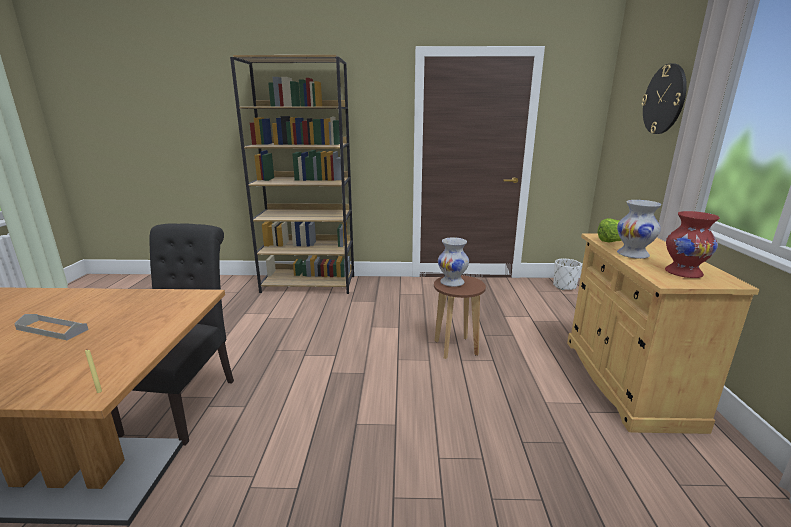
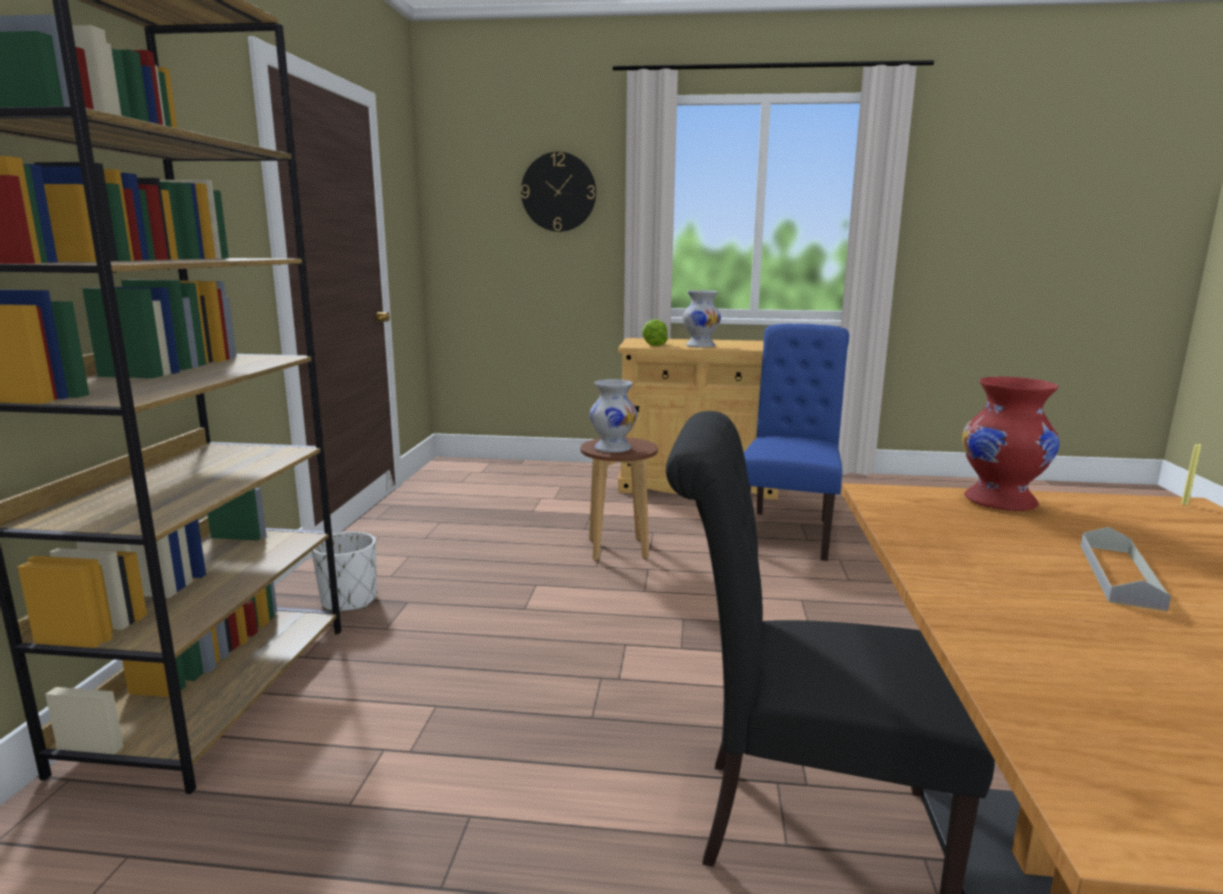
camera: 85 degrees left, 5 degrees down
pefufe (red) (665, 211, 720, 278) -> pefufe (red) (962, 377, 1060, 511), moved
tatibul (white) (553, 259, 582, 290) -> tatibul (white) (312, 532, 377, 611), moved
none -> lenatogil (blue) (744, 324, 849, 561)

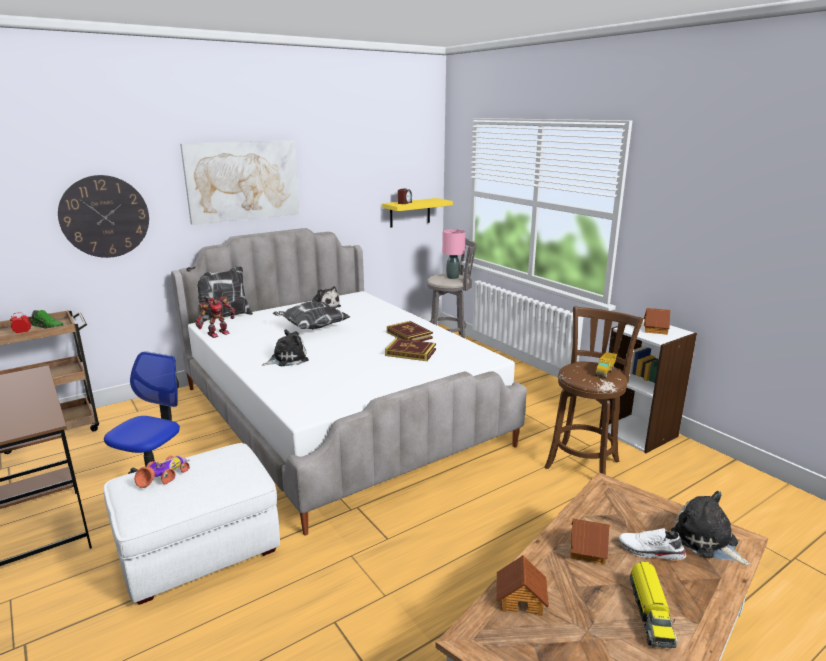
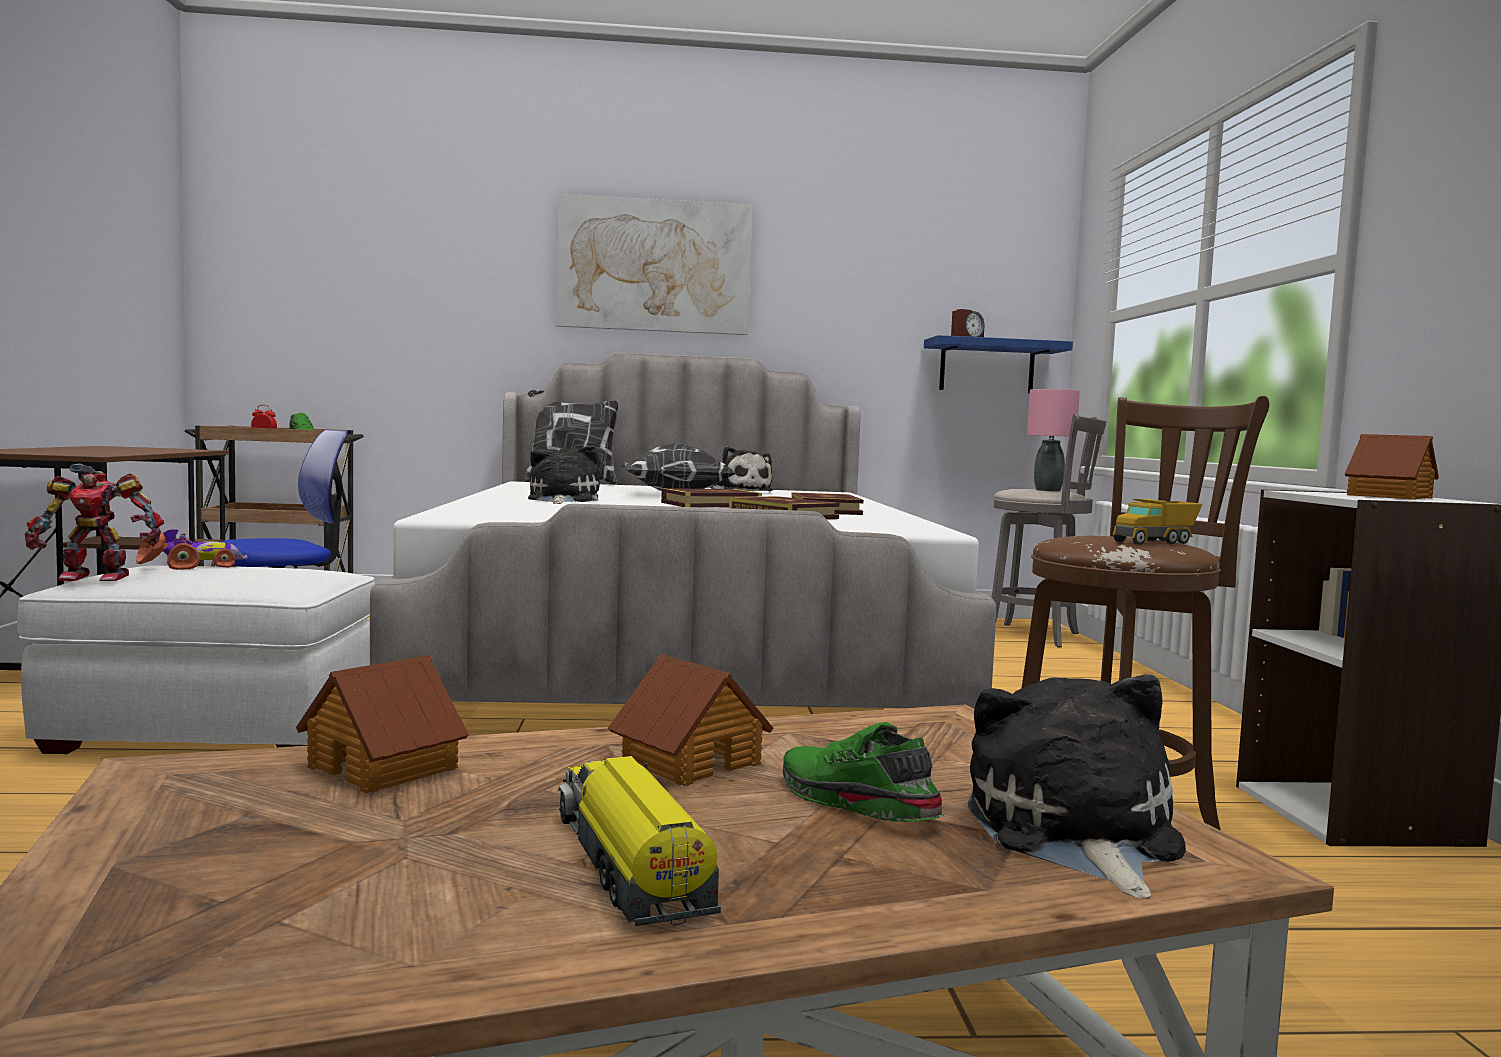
camera: 30 degrees right, 15 degrees down
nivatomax (58, 175, 149, 258) -> none
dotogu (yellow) (382, 198, 453, 228) -> dotogu (blue) (924, 335, 1073, 393)
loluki (195, 296, 236, 338) -> loluki (25, 463, 164, 581), moved
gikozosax (261, 329, 309, 366) -> gikozosax (528, 445, 600, 504), 90 degrees counterclockwise
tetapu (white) (619, 528, 686, 560) -> tetapu (green) (783, 722, 944, 822)
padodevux (630, 561, 678, 648) -> padodevux (558, 756, 721, 926), 120 degrees clockwise
none -> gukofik (661, 488, 762, 508)

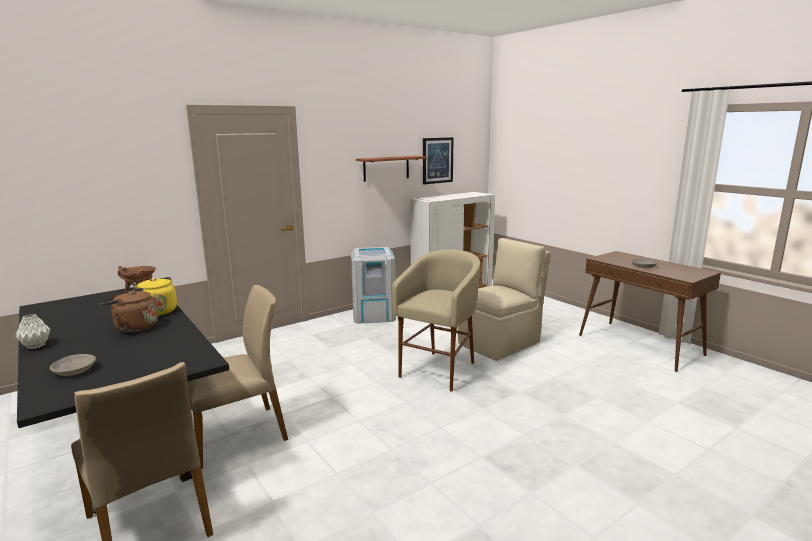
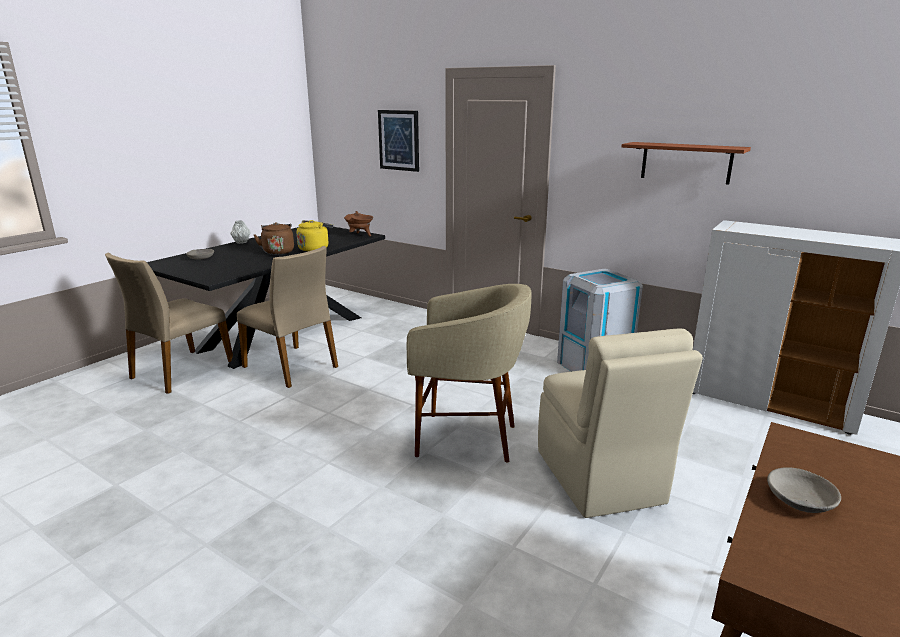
camera: 70 degrees right, 5 degrees up
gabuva (423, 137, 454, 184) -> gabuva (378, 110, 419, 172), moved
lenatogil (beige) (458, 238, 551, 361) -> lenatogil (beige) (538, 328, 703, 518), 45 degrees clockwise

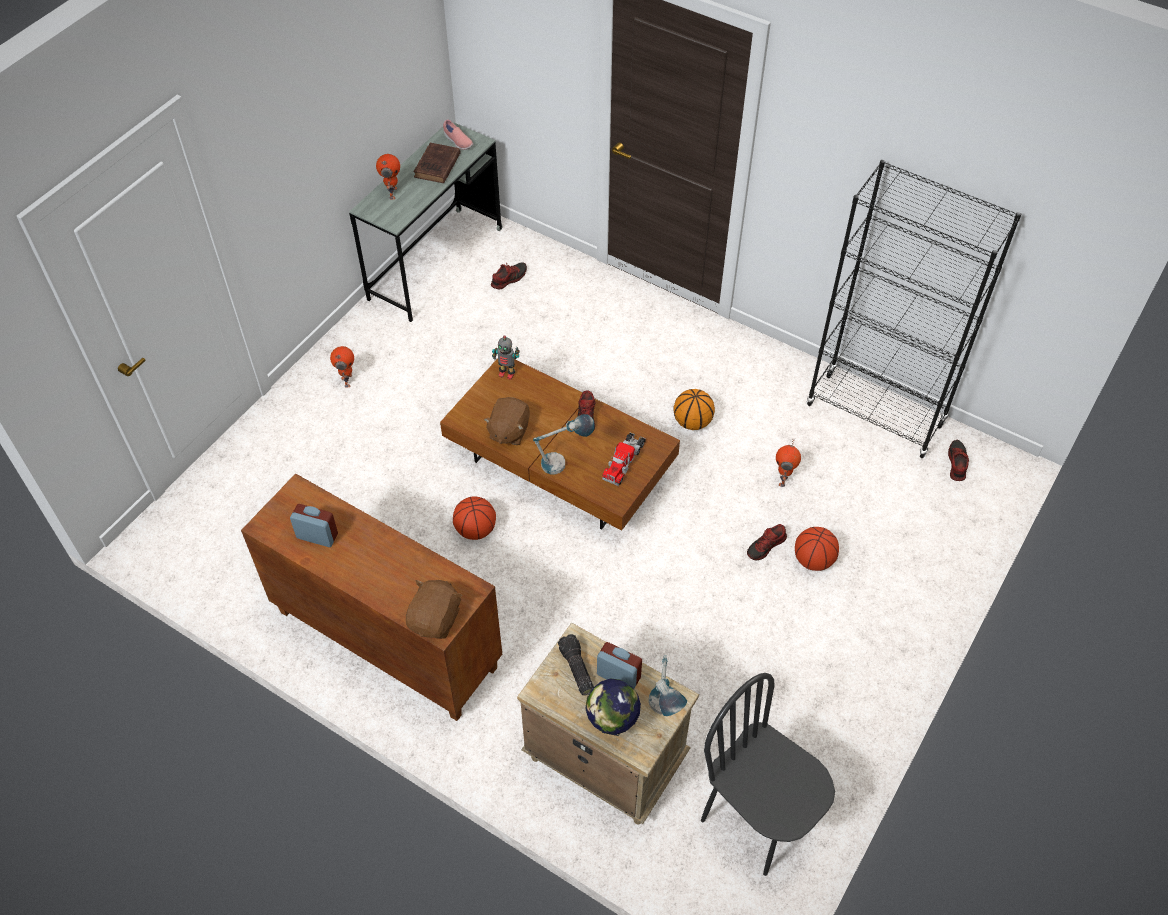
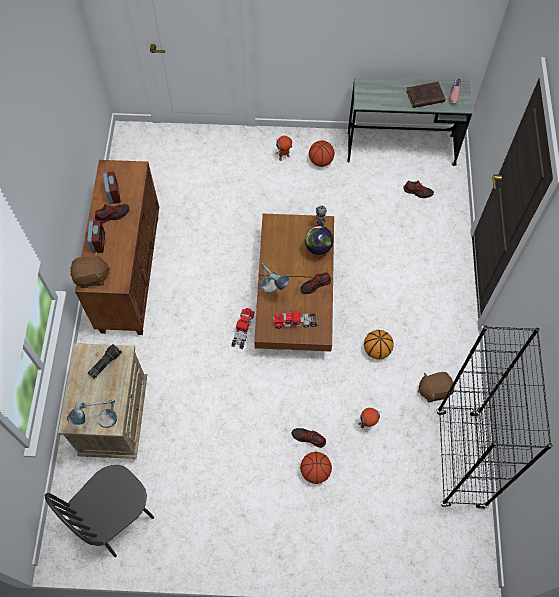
camera: 60 degrees right, 10 degrees up
loluki (376, 154, 400, 199) -> none
gikozosax (brown) (484, 397, 530, 445) -> gikozosax (brown) (418, 372, 454, 403), moved
tetapu (948, 440, 969, 481) -> tetapu (95, 203, 129, 223), moved
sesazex (453, 496, 496, 540) -> sesazex (309, 140, 335, 167), moved
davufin (597, 642, 642, 689) -> davufin (87, 221, 105, 253), moved
lenatogil (black) (701, 673, 835, 876) -> lenatogil (black) (45, 465, 154, 557), 150 degrees counterclockwise
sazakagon (586, 678, 641, 736) -> sazakagon (305, 226, 334, 258), moved
none -> padodevux (231, 308, 255, 349)

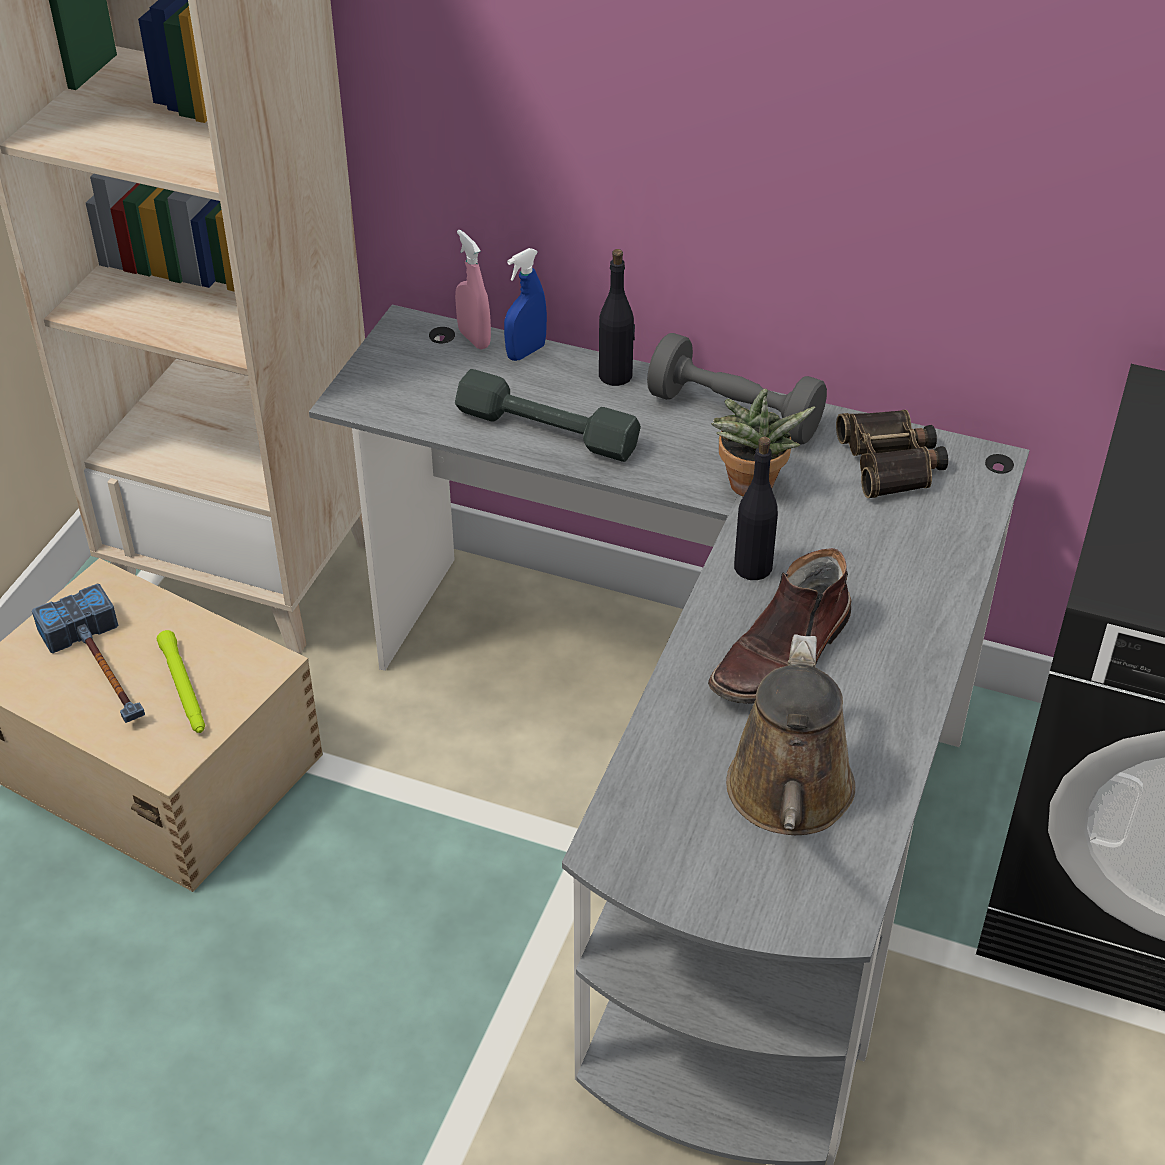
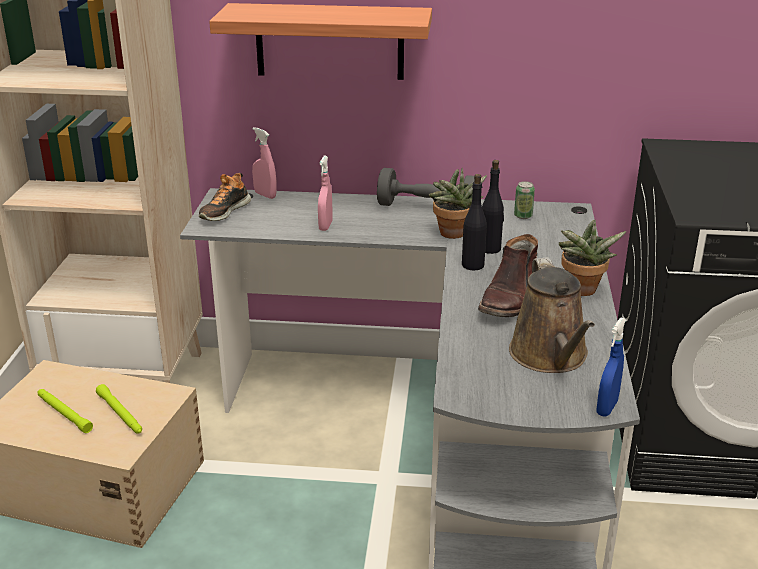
camera: 15 degrees left, 15 degrees down
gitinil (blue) (504, 248, 547, 361) -> gitinil (blue) (597, 317, 626, 417), moved
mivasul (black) (599, 249, 635, 386) -> mivasul (black) (482, 160, 504, 254), moved
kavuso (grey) (455, 369, 641, 462) -> gitinil (pink) (318, 156, 333, 231)
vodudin (836, 410, 948, 498) -> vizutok (514, 181, 535, 219)
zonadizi (32, 584, 145, 723) -> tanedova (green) (38, 389, 93, 433)
none -> dotogu (209, 3, 432, 80)
none -> tetapu (199, 173, 251, 221)
none -> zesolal (558, 220, 627, 296)

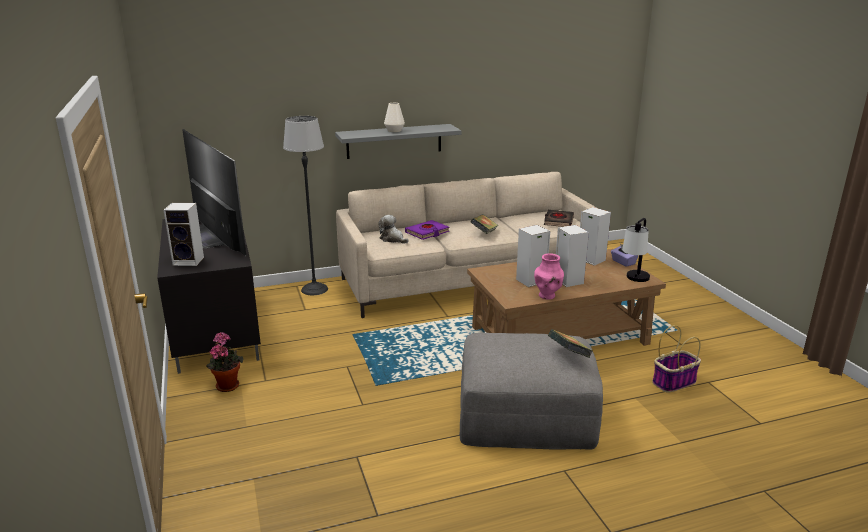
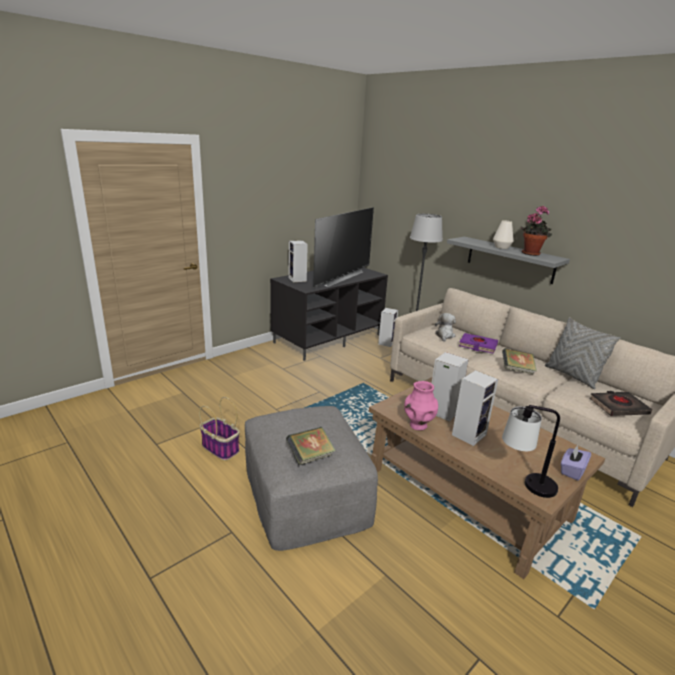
camera: 65 degrees right, 0 degrees up
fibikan (580, 207, 611, 266) -> fibikan (378, 308, 398, 347), moved
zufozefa (652, 325, 701, 393) -> zufozefa (199, 397, 240, 460), moved
zesolal (206, 332, 243, 392) -> zesolal (521, 206, 552, 256), moved
none -> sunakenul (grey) (545, 317, 621, 389)

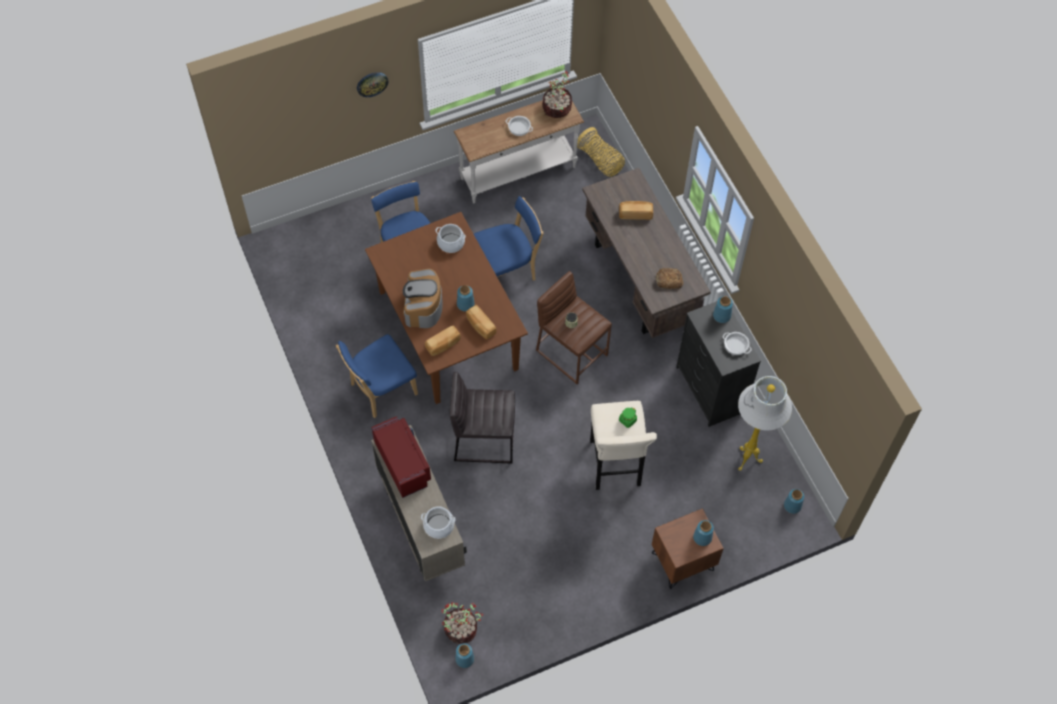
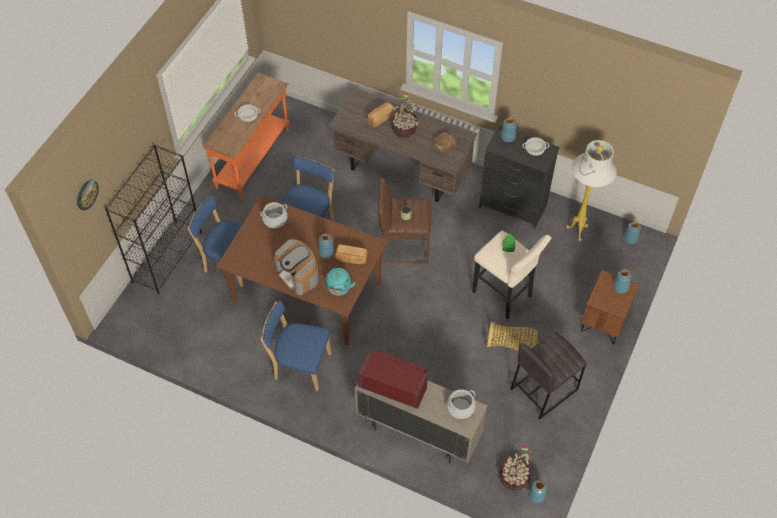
camera: 40 degrees left, 5 degrees down
zesolal (542, 71, 572, 118) -> zesolal (392, 92, 420, 138), moved
nivatomax (357, 72, 388, 97) -> nivatomax (77, 180, 99, 210), moved
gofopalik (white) (454, 100, 584, 204) -> gofopalik (orange) (203, 73, 289, 199)
zufozefa (577, 127, 625, 177) -> zufozefa (487, 321, 538, 350), moved
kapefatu (425, 326, 461, 356) -> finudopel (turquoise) (323, 268, 356, 296)
lenatogil (blue) (336, 334, 418, 418) -> lenatogil (blue) (261, 300, 331, 391), 90 degrees clockwise
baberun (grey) (449, 372, 515, 464) -> baberun (grey) (510, 331, 587, 420), moved
none -> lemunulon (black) (105, 144, 202, 294)

